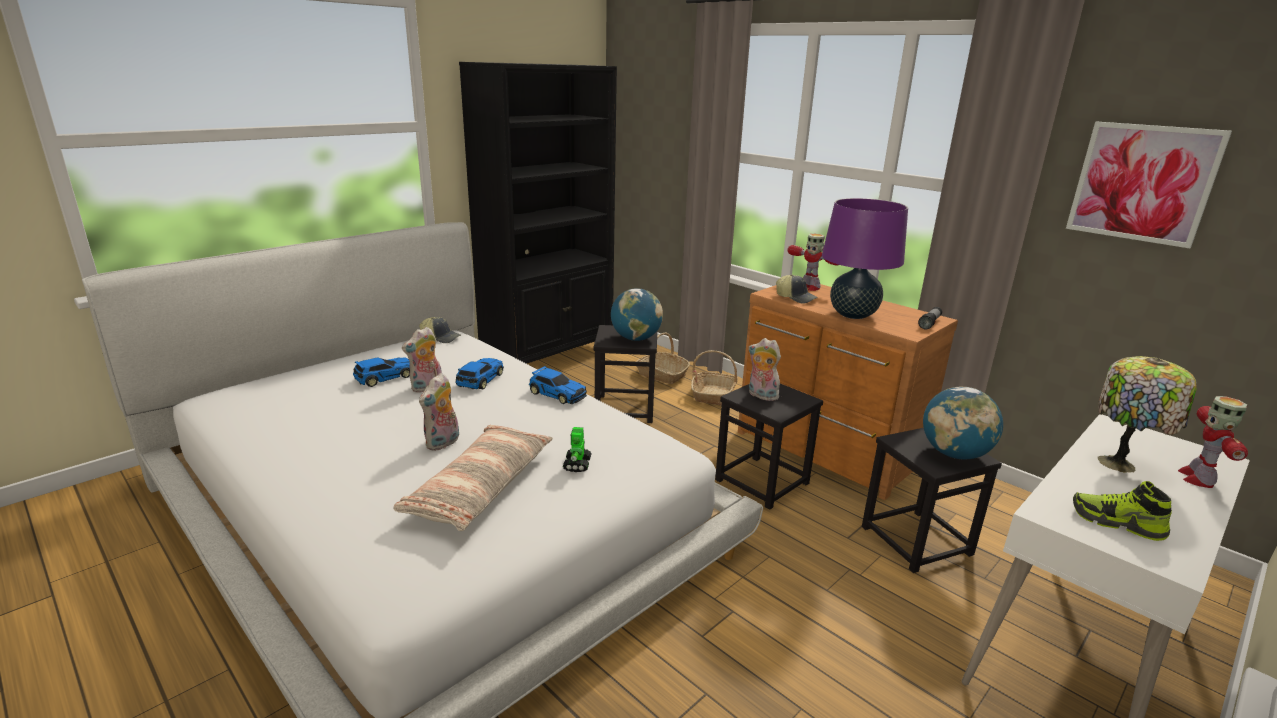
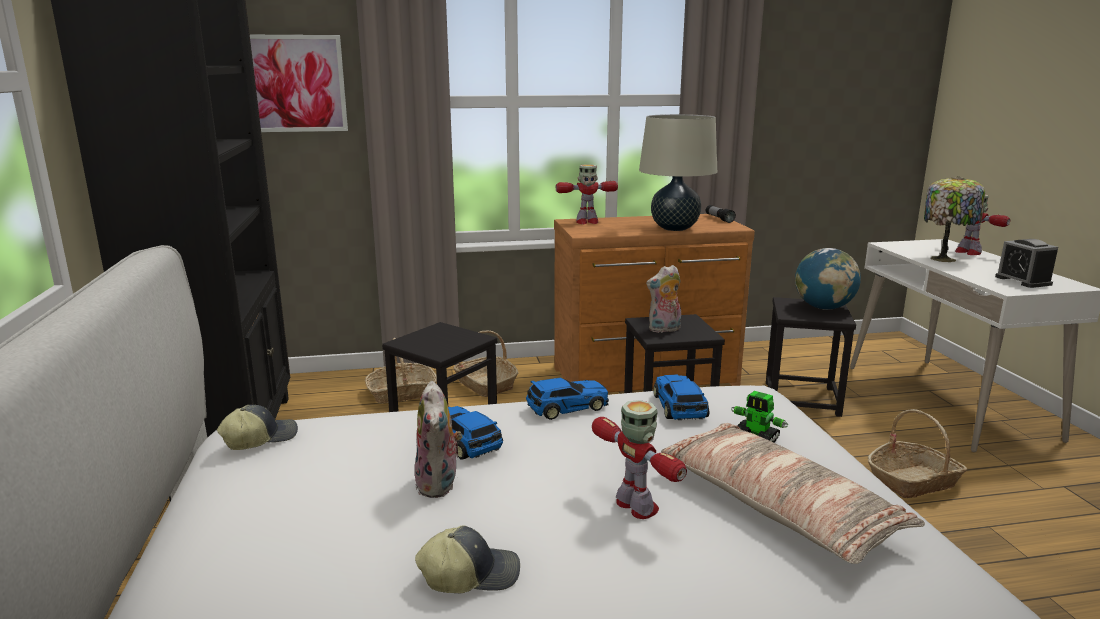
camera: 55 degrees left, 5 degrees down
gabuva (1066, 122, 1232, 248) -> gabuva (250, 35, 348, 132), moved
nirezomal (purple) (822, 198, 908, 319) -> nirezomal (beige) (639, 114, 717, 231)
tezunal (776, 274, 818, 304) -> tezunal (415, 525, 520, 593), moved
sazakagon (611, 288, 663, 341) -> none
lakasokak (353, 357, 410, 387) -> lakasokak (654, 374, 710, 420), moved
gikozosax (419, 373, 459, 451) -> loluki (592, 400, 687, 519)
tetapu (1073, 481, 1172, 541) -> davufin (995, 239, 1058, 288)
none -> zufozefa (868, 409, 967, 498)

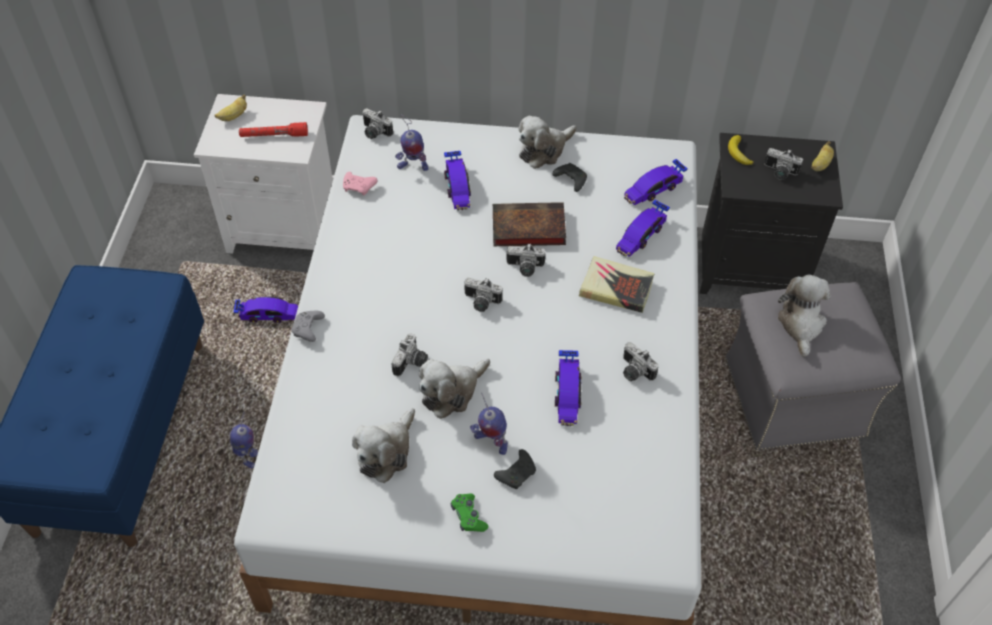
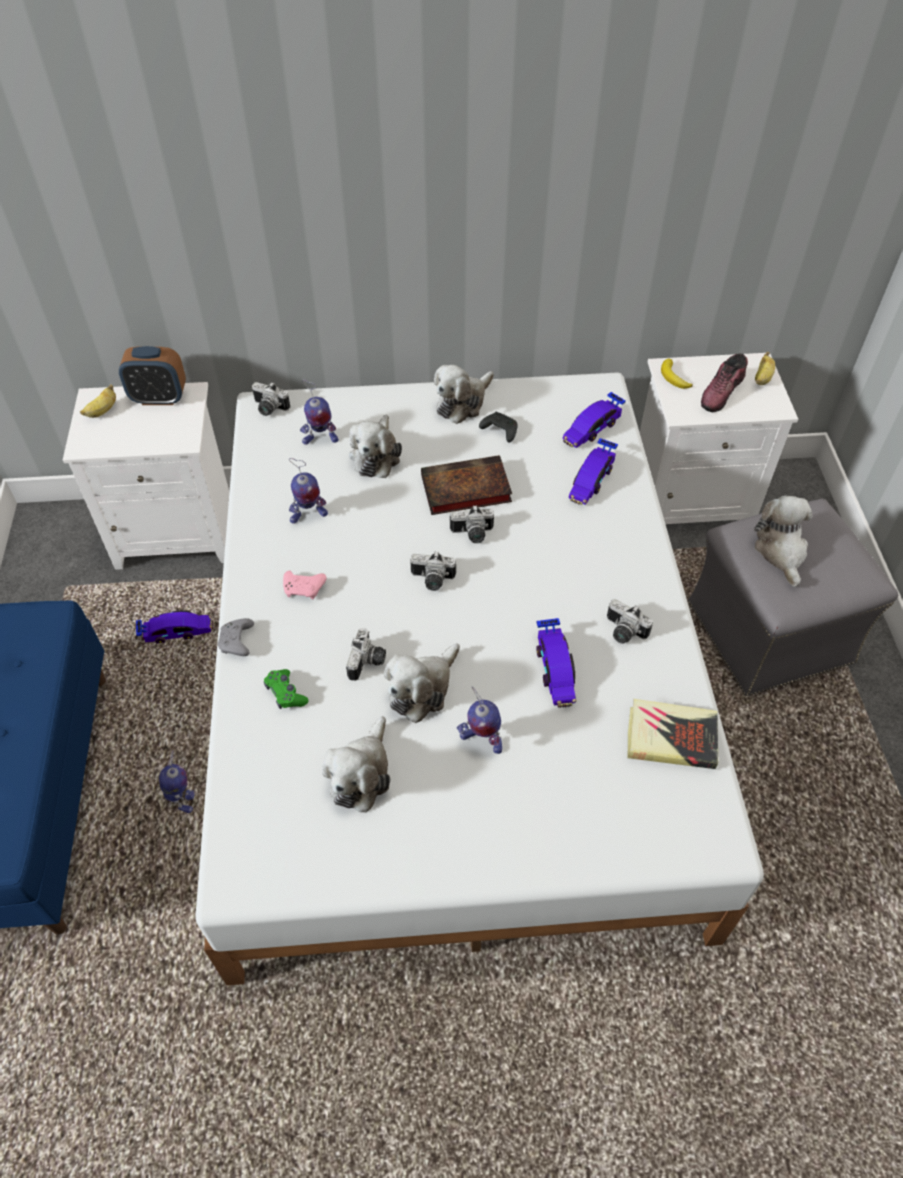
camera: 10 degrees left, 0 degrees up
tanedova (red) (239, 122, 308, 137) -> none
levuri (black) (700, 133, 843, 294) -> levuri (white) (640, 353, 798, 524)
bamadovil (764, 148, 803, 180) -> tetapu (701, 354, 748, 412)
lakasokak (444, 151, 471, 210) -> gikozosax (349, 414, 402, 478)
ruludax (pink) (343, 172, 378, 195) -> ruludax (pink) (283, 571, 327, 599), moved
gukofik (579, 256, 654, 313) -> gukofik (627, 699, 718, 769), moved
ruludax (black) (494, 449, 536, 489) -> none
ruludax (green) (451, 493, 488, 532) -> ruludax (green) (264, 669, 308, 709), moved
none -> davufin (119, 346, 186, 405)
none -> loluki (289, 458, 328, 524)

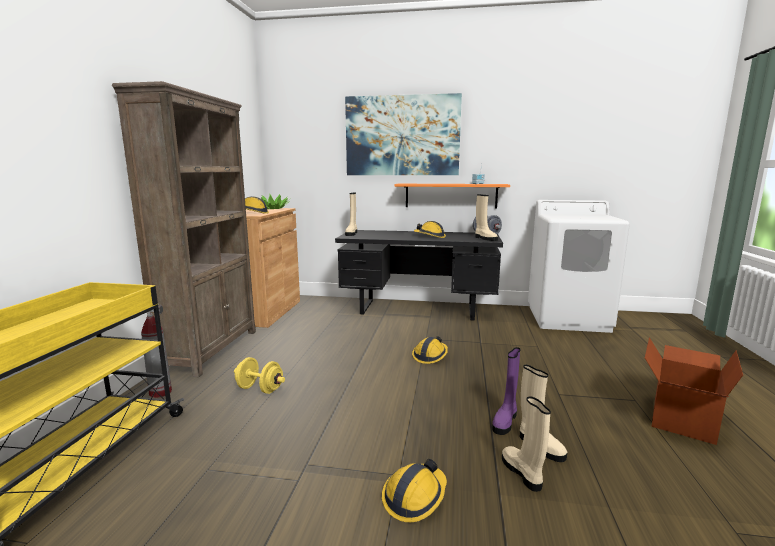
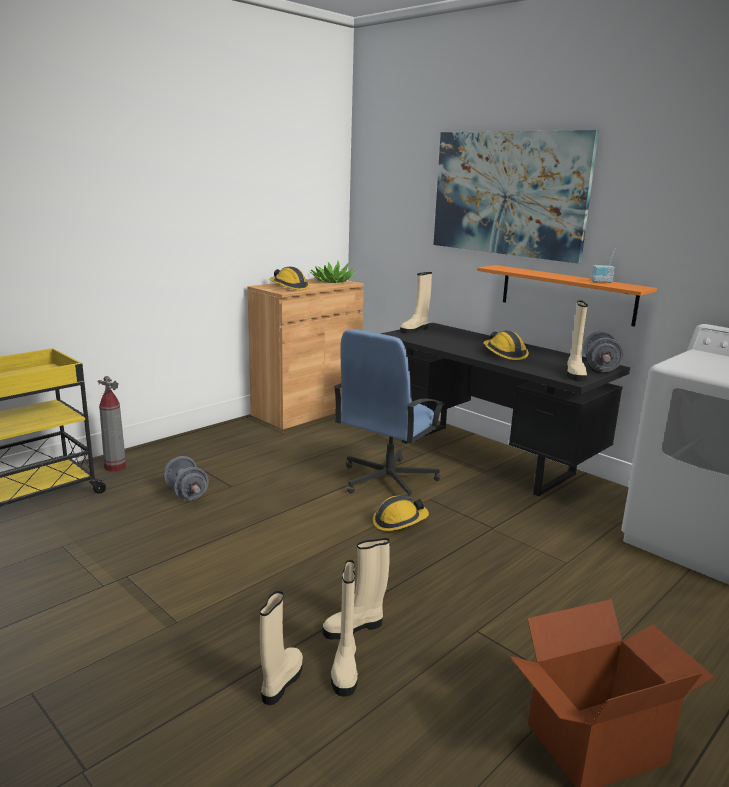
camera: 35 degrees right, 5 degrees up
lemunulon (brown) (112, 81, 256, 377) -> none
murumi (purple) (492, 347, 520, 435) -> murumi (beige) (322, 538, 390, 640)
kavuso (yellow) (234, 357, 285, 394) -> kavuso (grey) (163, 456, 209, 501)
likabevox (382, 459, 447, 522) -> none
none -> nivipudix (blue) (334, 329, 445, 501)

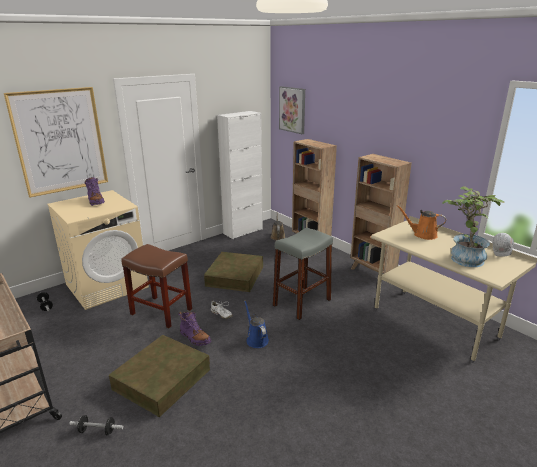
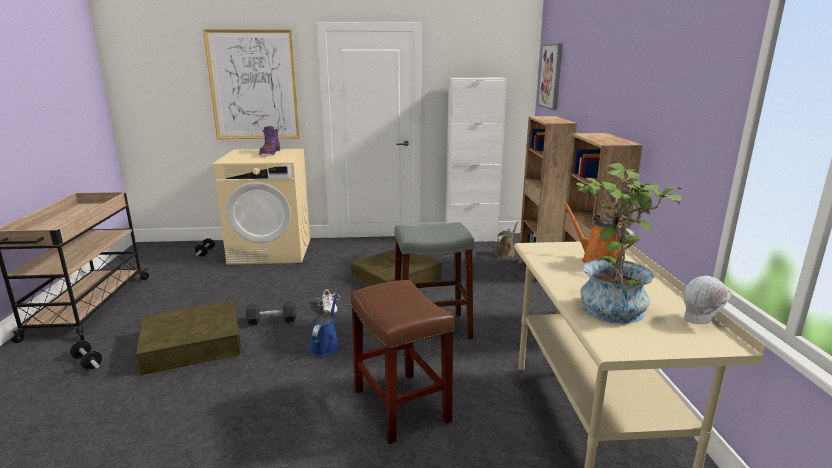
camera: 35 degrees right, 5 degrees down
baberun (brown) (122, 244, 192, 328) -> baberun (brown) (350, 280, 455, 444), moved
murumi (purple) (178, 312, 211, 346) -> kavuso (black) (246, 301, 297, 325)

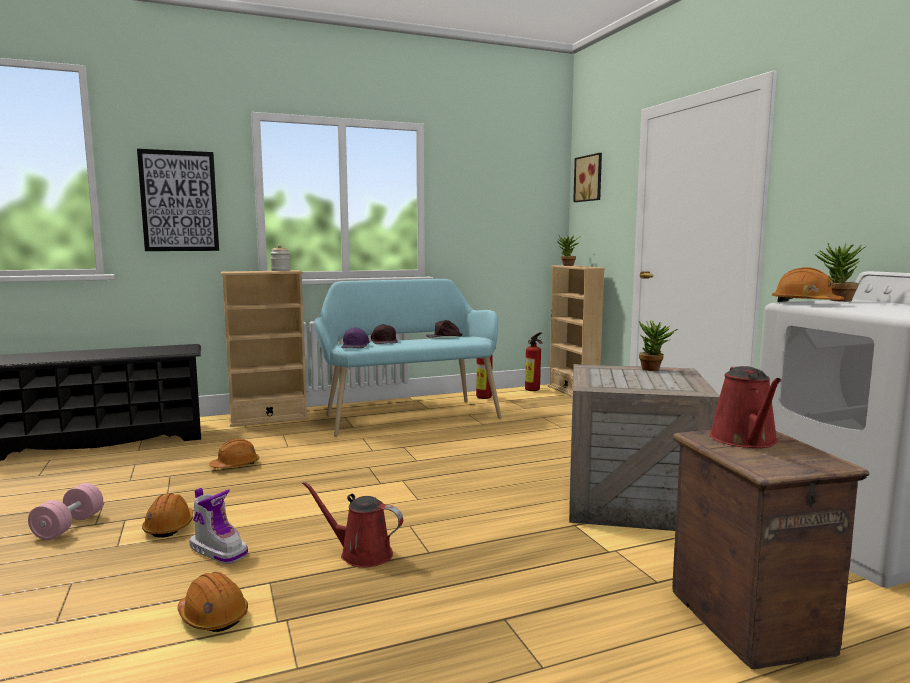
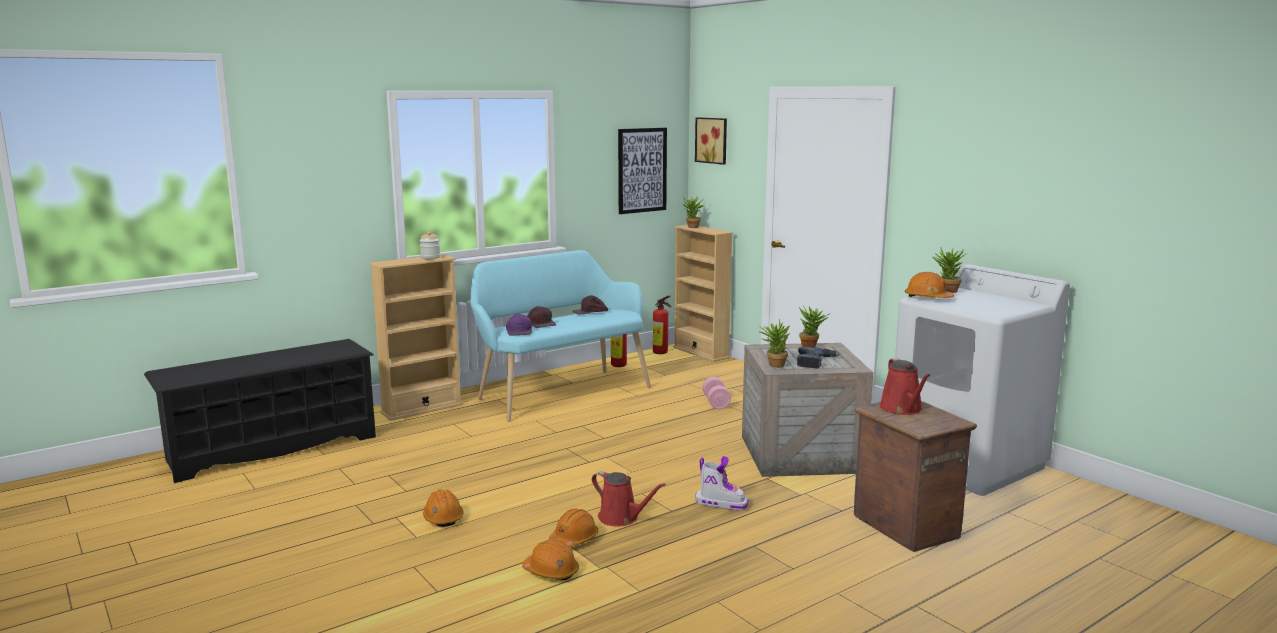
camera: 15 degrees left, 5 degrees up
gabuva (137, 149, 219, 251) -> gabuva (618, 128, 667, 214), moved
likabevox (orange) (209, 439, 259, 468) -> likabevox (orange) (549, 509, 598, 547), moved
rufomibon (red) (302, 481, 403, 568) -> rufomibon (red) (592, 471, 666, 527), 150 degrees counterclockwise
kavuso (pink) (28, 483, 103, 540) -> kavuso (pink) (702, 377, 731, 409), moved
murumi (189, 488, 248, 564) -> murumi (695, 456, 749, 511), moved
none -> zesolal (759, 319, 790, 368)
none -> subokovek (797, 347, 841, 368)

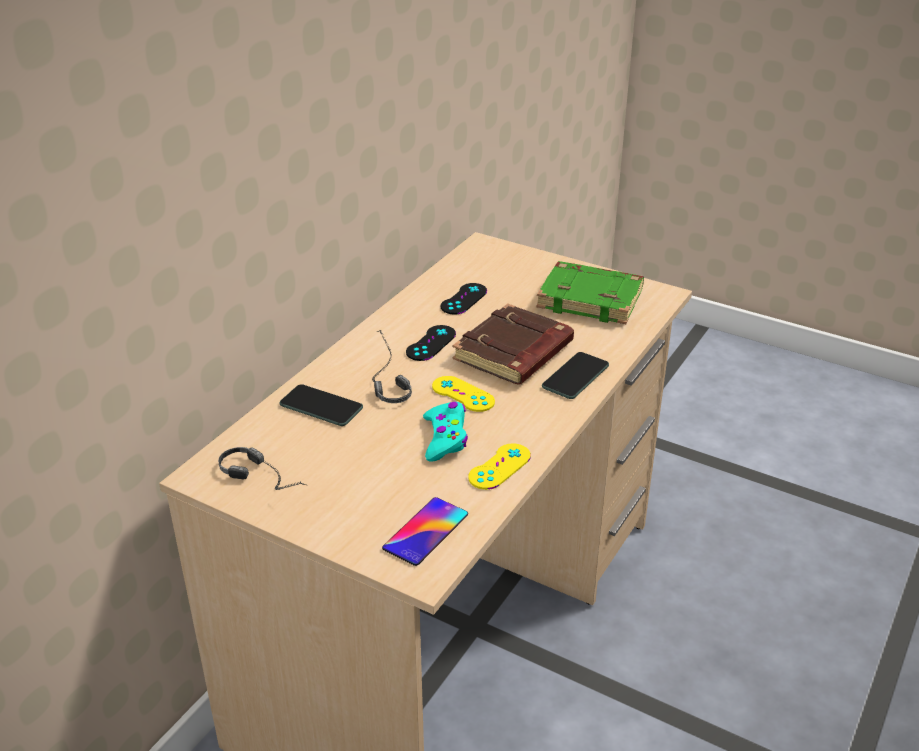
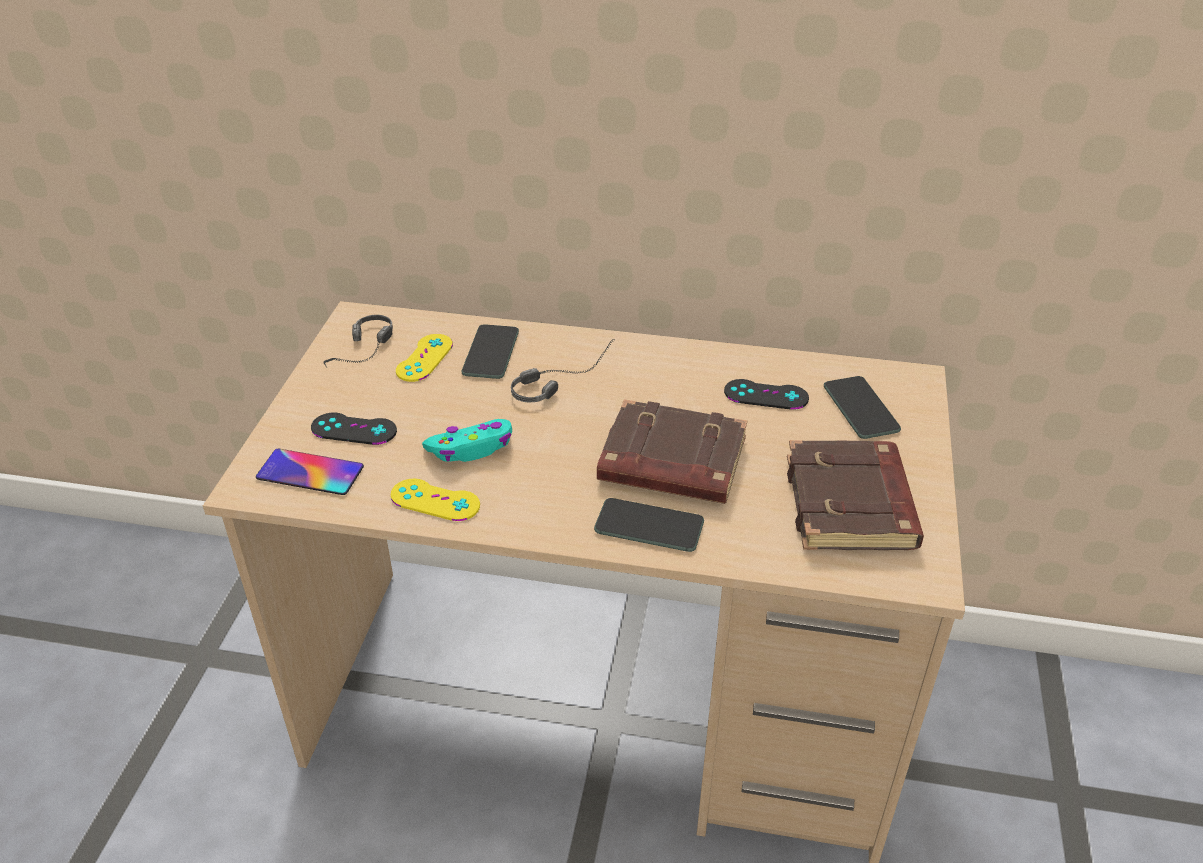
camera: 70 degrees right, 5 degrees up
gukofik (green) (536, 261, 644, 324) -> gukofik (brown) (787, 440, 924, 550)
ruludax (black) (406, 325, 456, 361) -> ruludax (black) (311, 413, 397, 445), moved
ruludax (yellow) (432, 376, 495, 412) -> ruludax (yellow) (396, 334, 453, 382), moved
none -> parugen (824, 376, 901, 439)

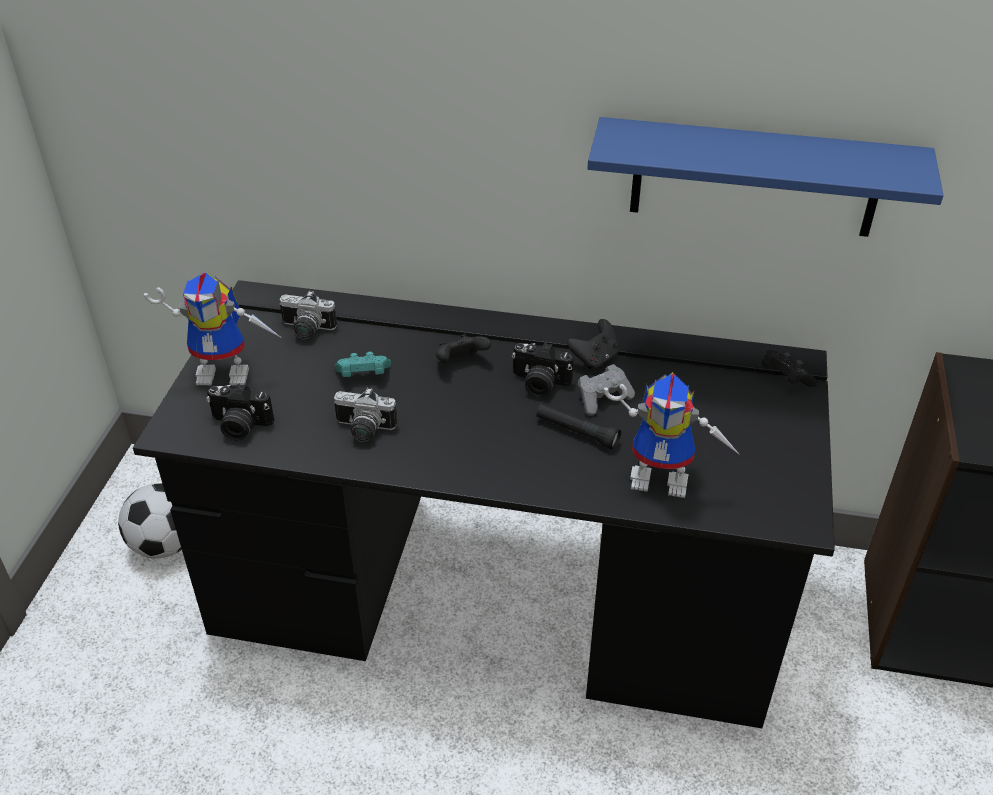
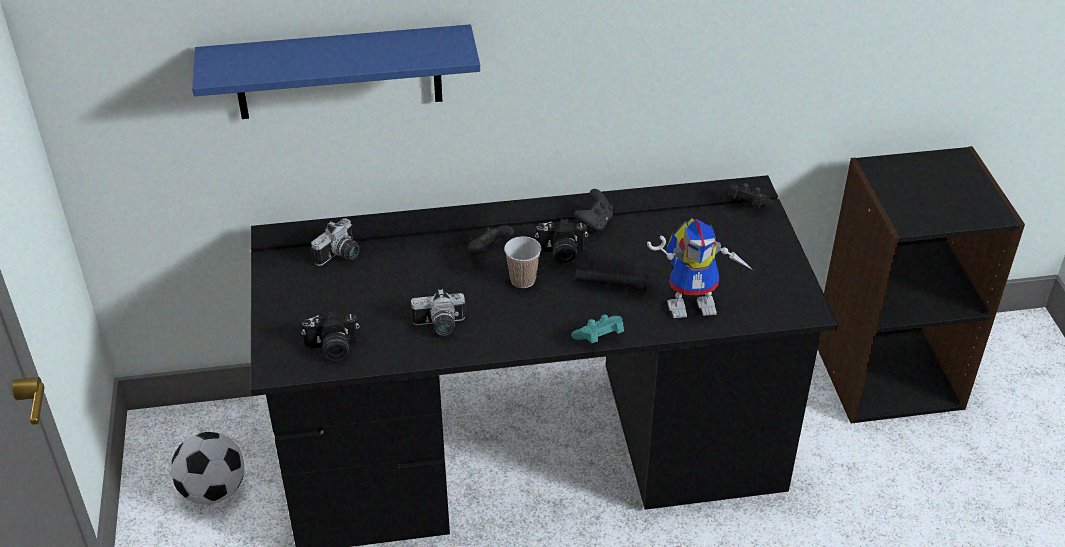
camera: 20 degrees left, 0 degrees up
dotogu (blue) (588, 117, 944, 237) -> dotogu (blue) (192, 24, 480, 119), moved
loluki (144, 272, 282, 385) -> none
bamadovil (279, 291, 337, 339) -> bamadovil (311, 218, 360, 266), 45 degrees counterclockwise
ruludax (turquoise) (335, 352, 391, 377) -> ruludax (turquoise) (571, 315, 624, 343), moved
ruludax (grey) (577, 364, 635, 416) -> none
none -> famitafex (504, 236, 541, 288)

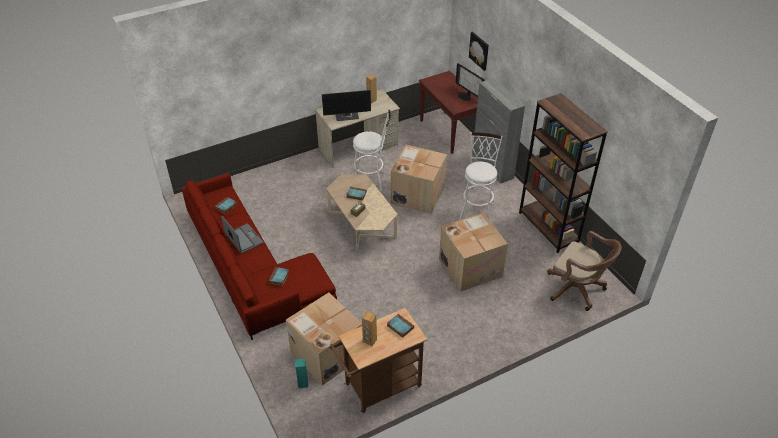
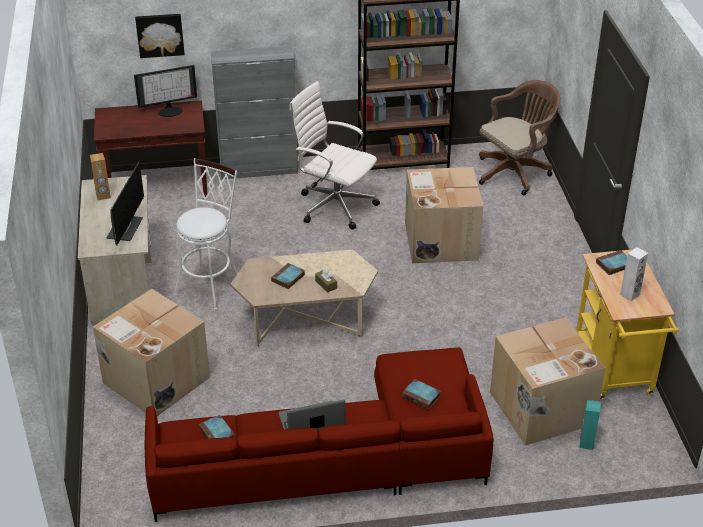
camera: 70 degrees left, 5 degrees down
baberun (white) (459, 132, 502, 221) -> nivipudix (white) (289, 81, 380, 230)
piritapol (391, 145, 447, 214) -> piritapol (93, 289, 210, 416), moved
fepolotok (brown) (330, 308, 427, 413) -> fepolotok (yellow) (576, 249, 679, 400)
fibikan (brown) (362, 311, 377, 346) -> fibikan (white) (620, 247, 648, 301)

